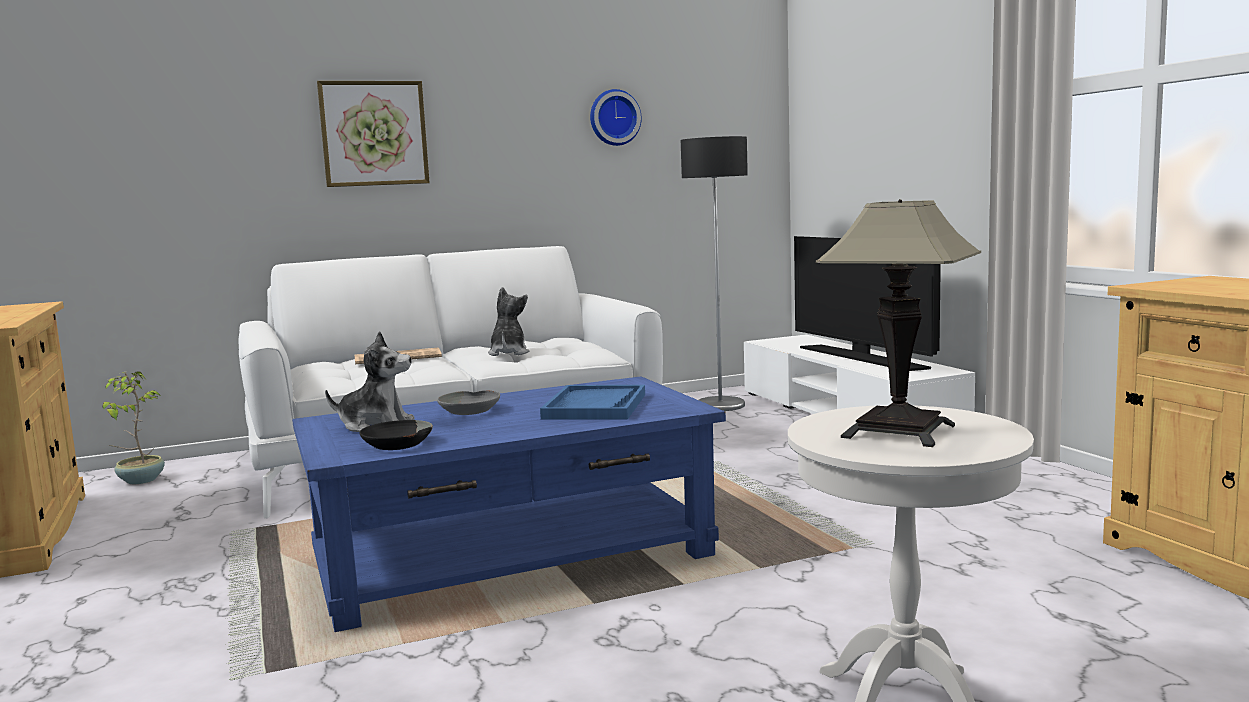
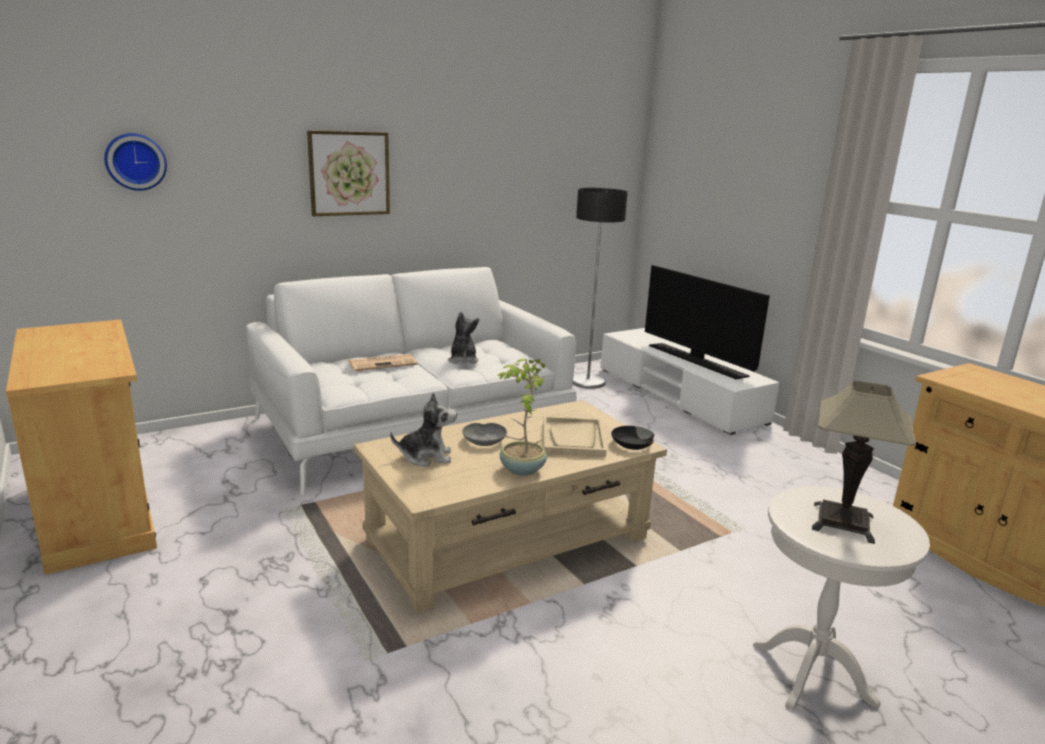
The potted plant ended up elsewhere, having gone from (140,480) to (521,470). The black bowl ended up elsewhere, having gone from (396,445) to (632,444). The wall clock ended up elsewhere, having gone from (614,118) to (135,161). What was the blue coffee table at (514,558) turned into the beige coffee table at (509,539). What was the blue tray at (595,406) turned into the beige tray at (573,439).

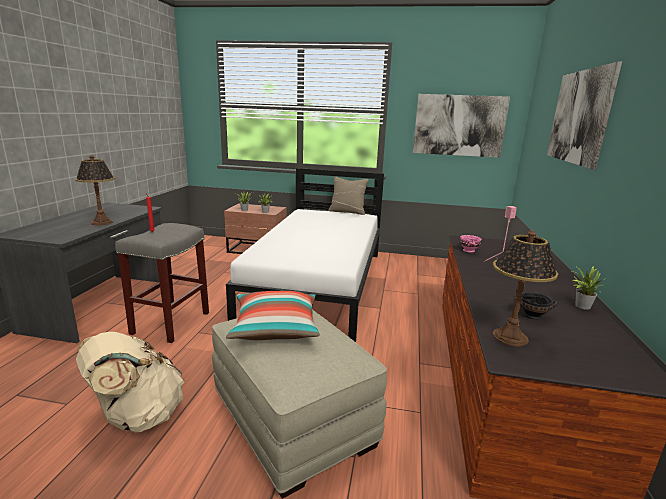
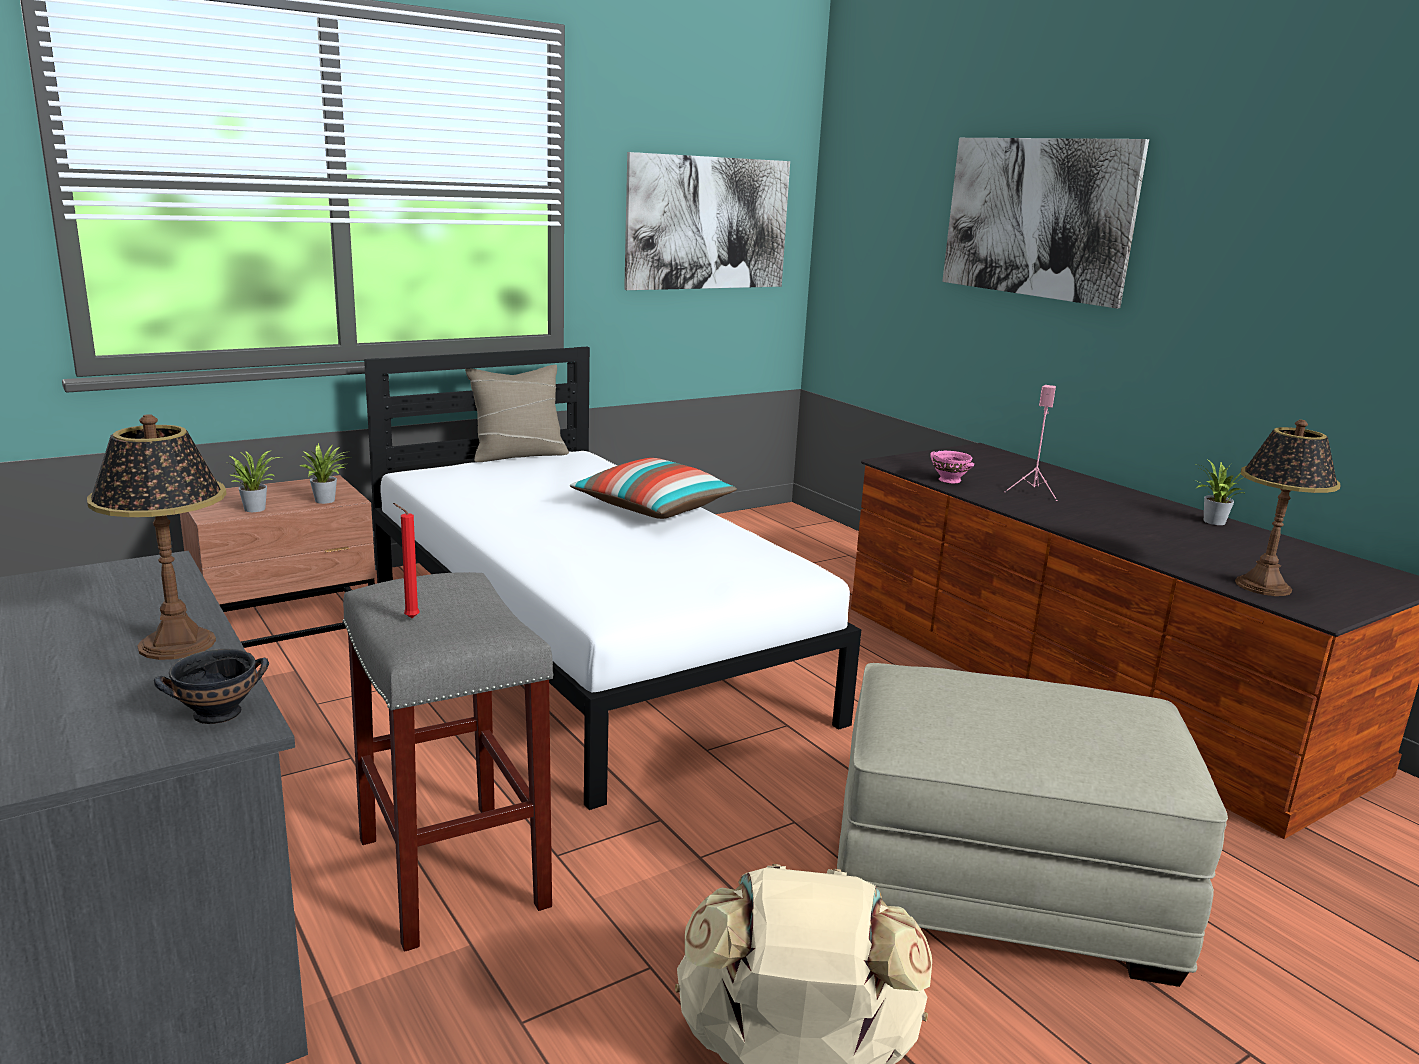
The pillow ended up elsewhere, having gone from (275,328) to (654,509). The black bowl ended up elsewhere, having gone from (531,315) to (215,713).

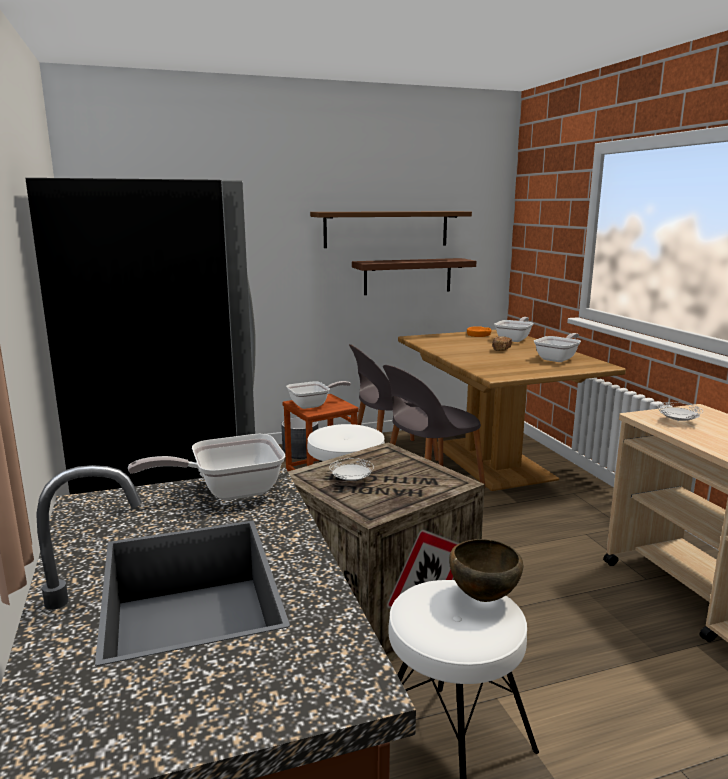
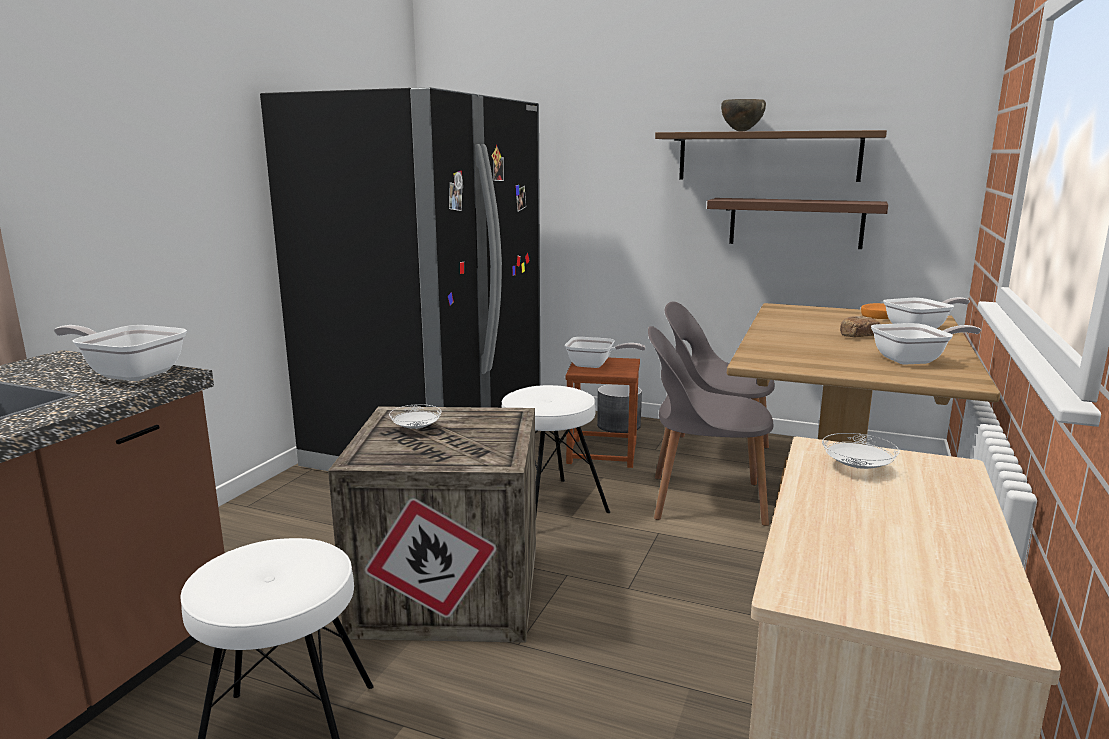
The brown bowl ended up elsewhere, having gone from (482,598) to (741,131).

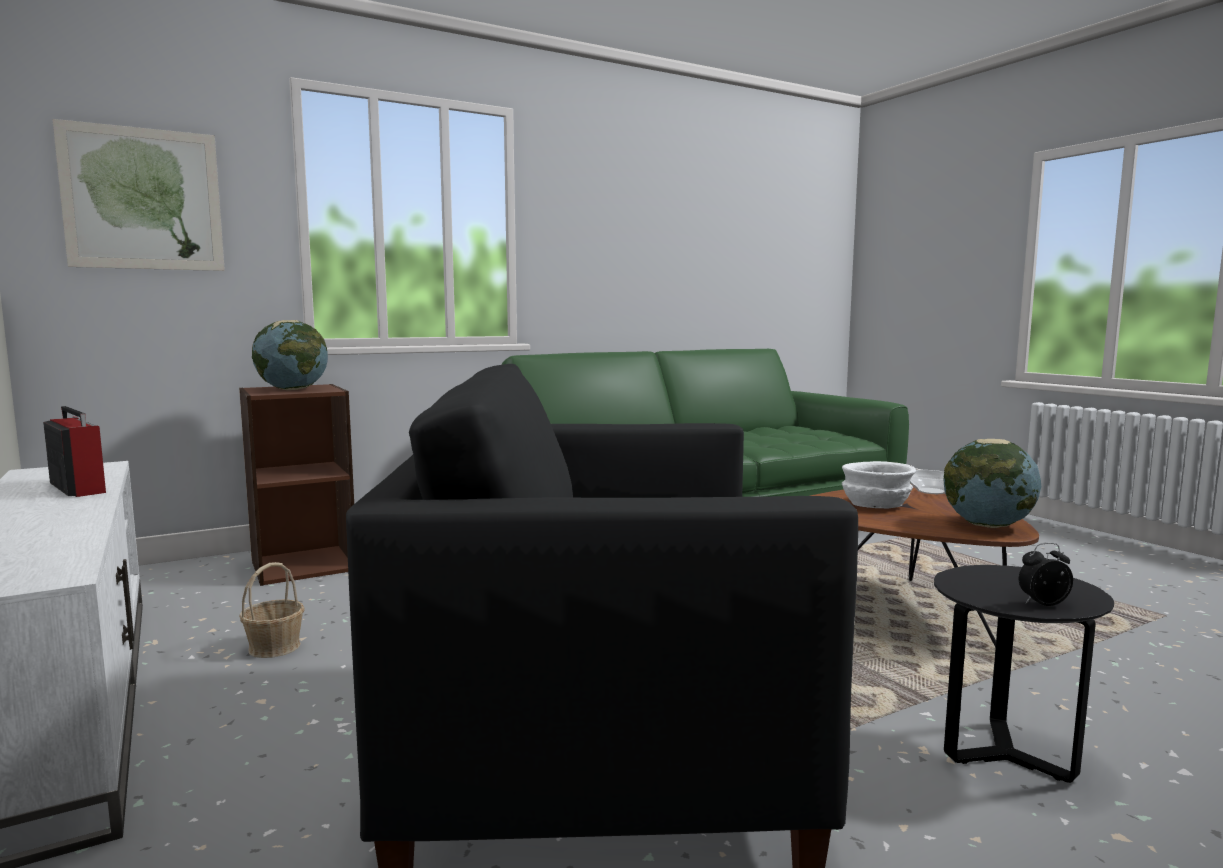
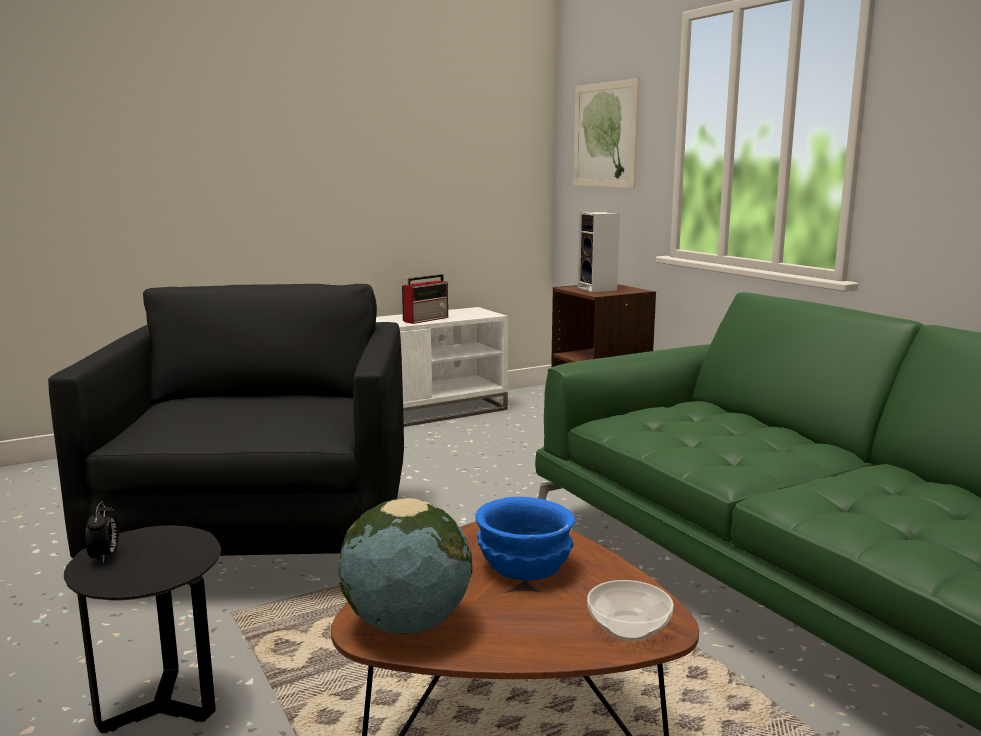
The second view lost the basket at (275,647). Where the globe stood at (293,389), the speaker came to stand at (598,289). What was the white bowl at (875,505) turned into the blue bowl at (523,565).

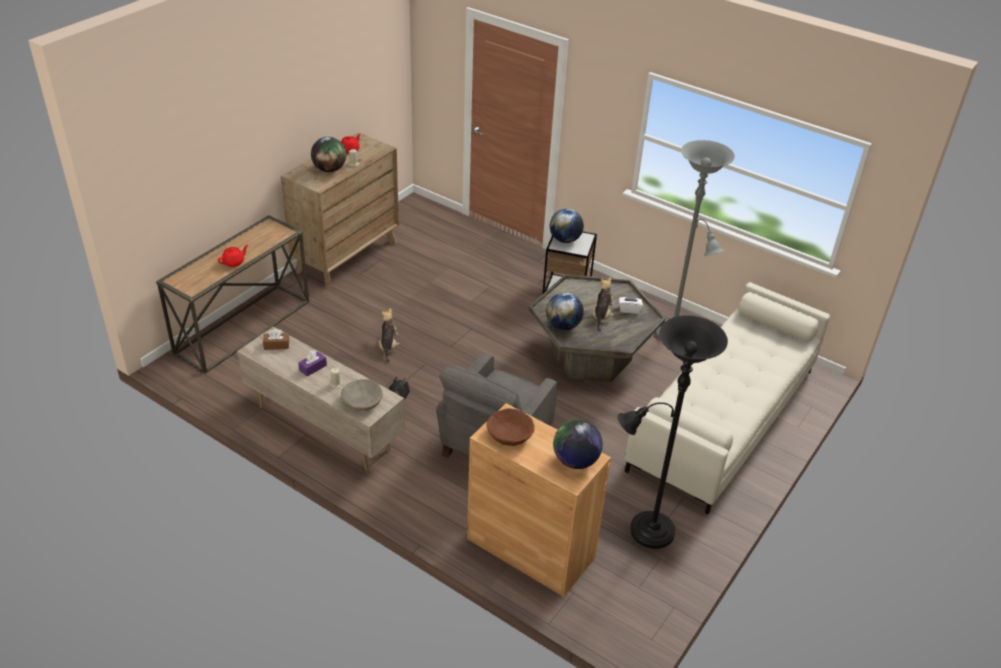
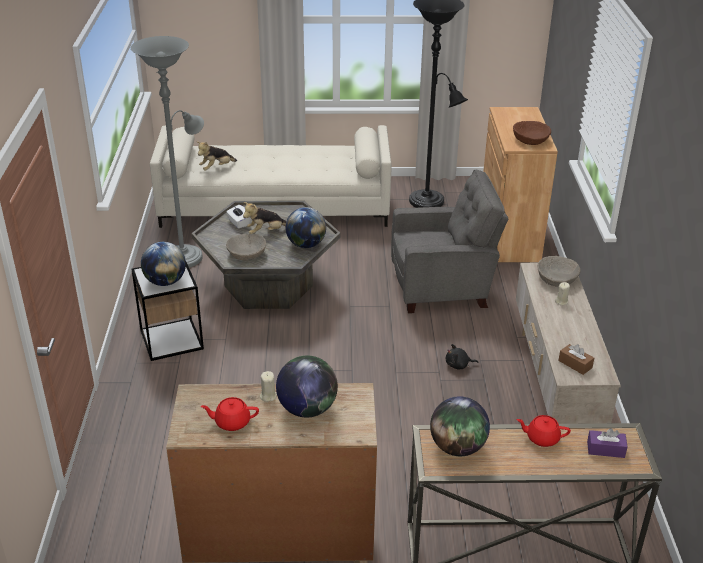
The second view gained the beige bowl at (246,254). The purple tissue box ended up elsewhere, having gone from (313,367) to (605,449). The plush toy ended up elsewhere, having gone from (388,346) to (216,168). The globe ended up elsewhere, having gone from (575,461) to (457,447).

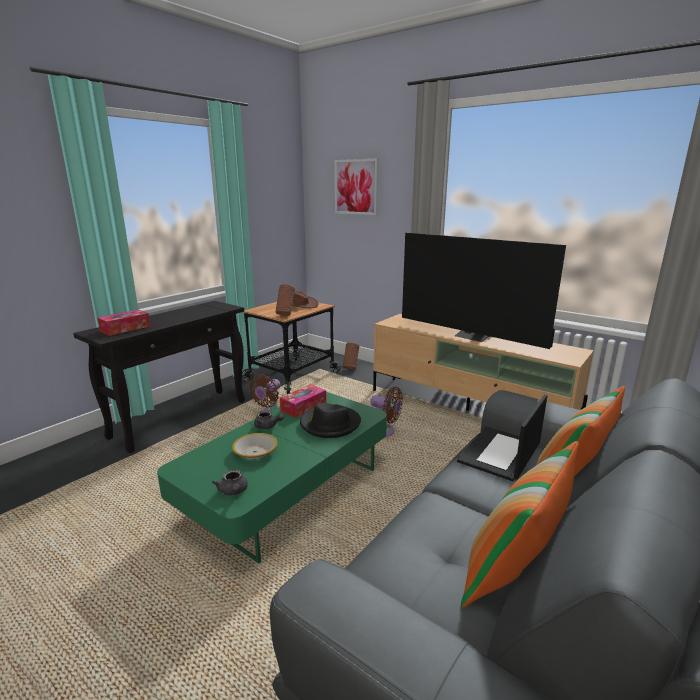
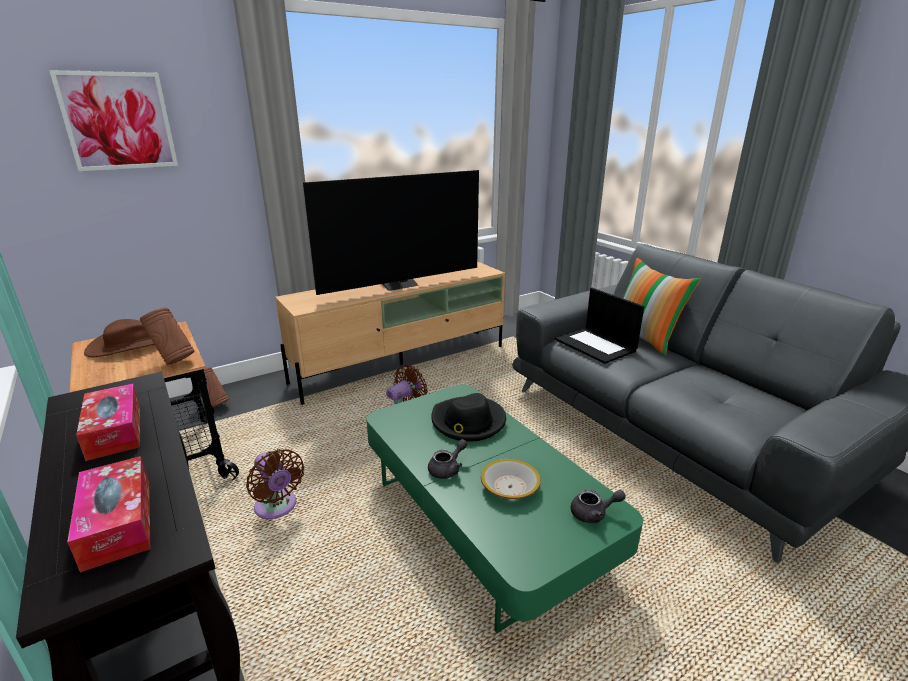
The second view lost the pillow at (512,573). The tissue box ended up elsewhere, having gone from (303,406) to (115,431).

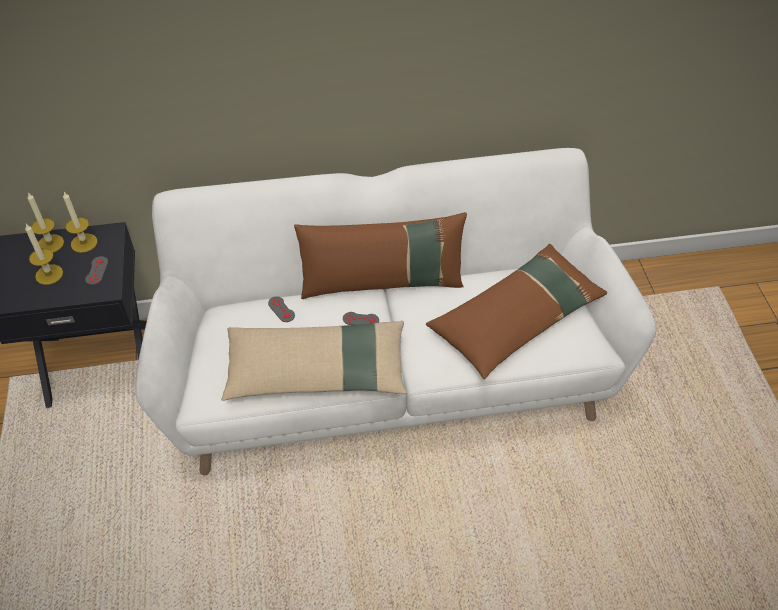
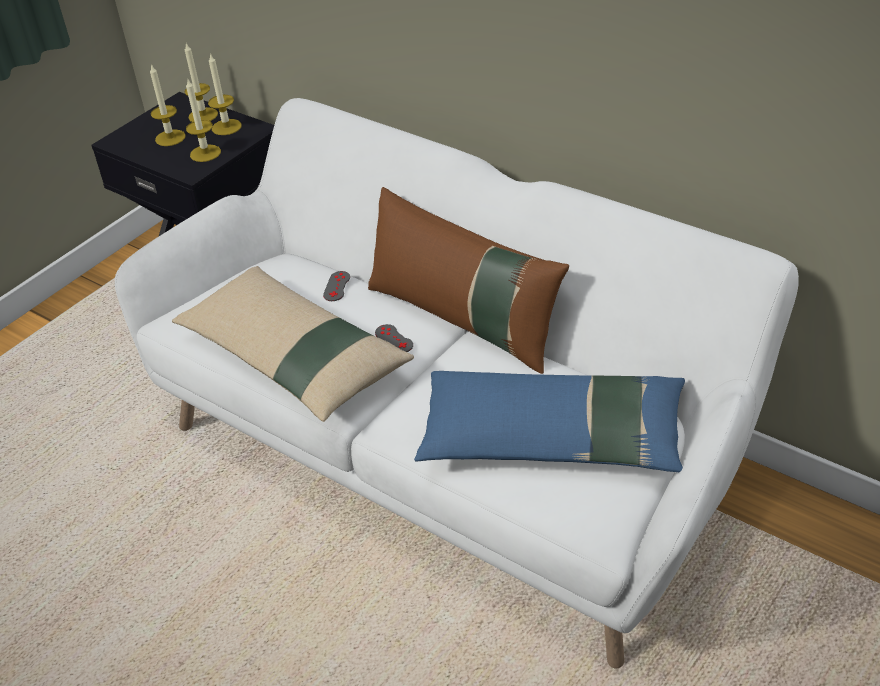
Where the grey game controller stood at (97,270), the candle came to stand at (205,153). What was the brown pillow at (517,319) turned into the blue pillow at (553,439).

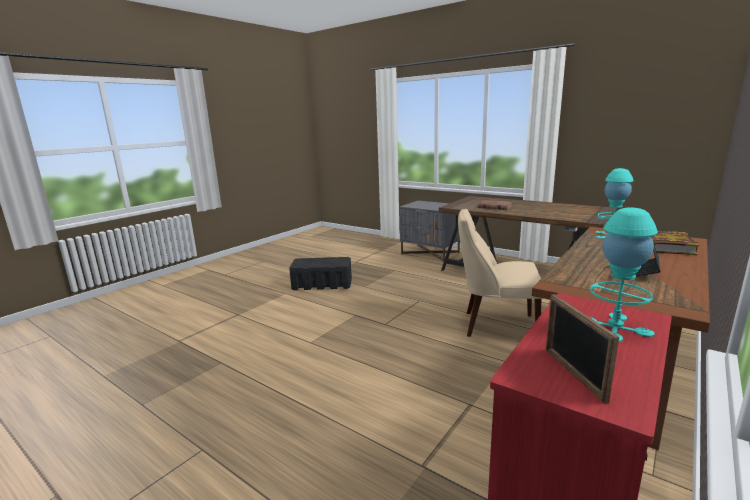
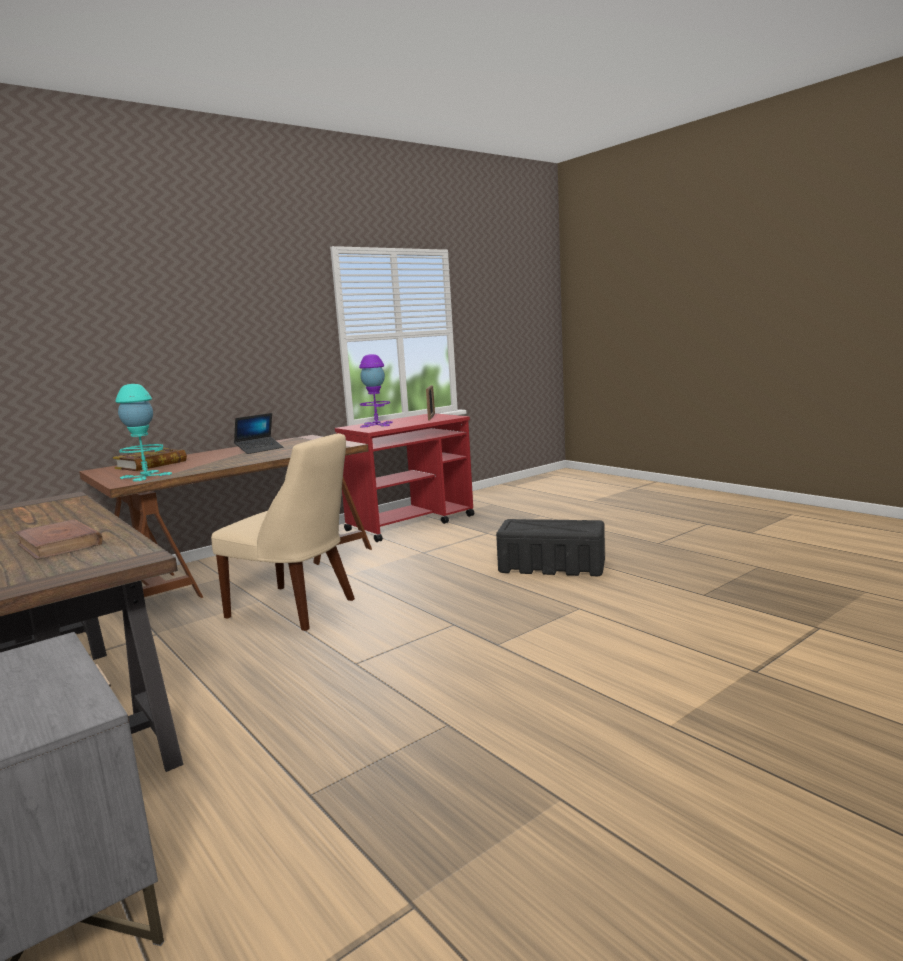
The black storage box ended up elsewhere, having gone from (322,284) to (551,566). What was the turquoise table lamp at (615,326) turned into the purple table lamp at (376,424).

